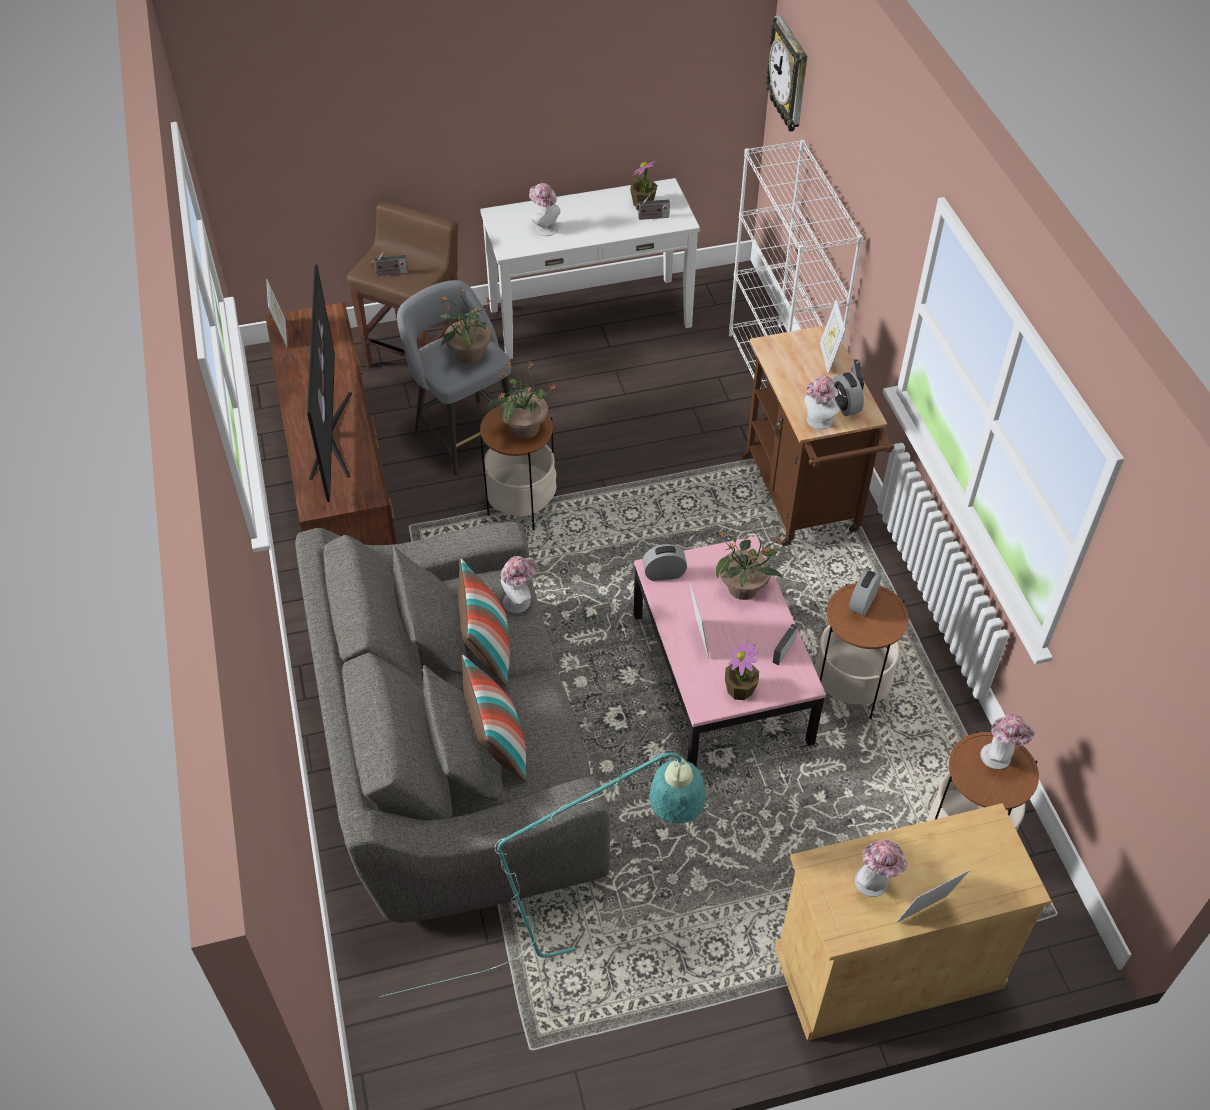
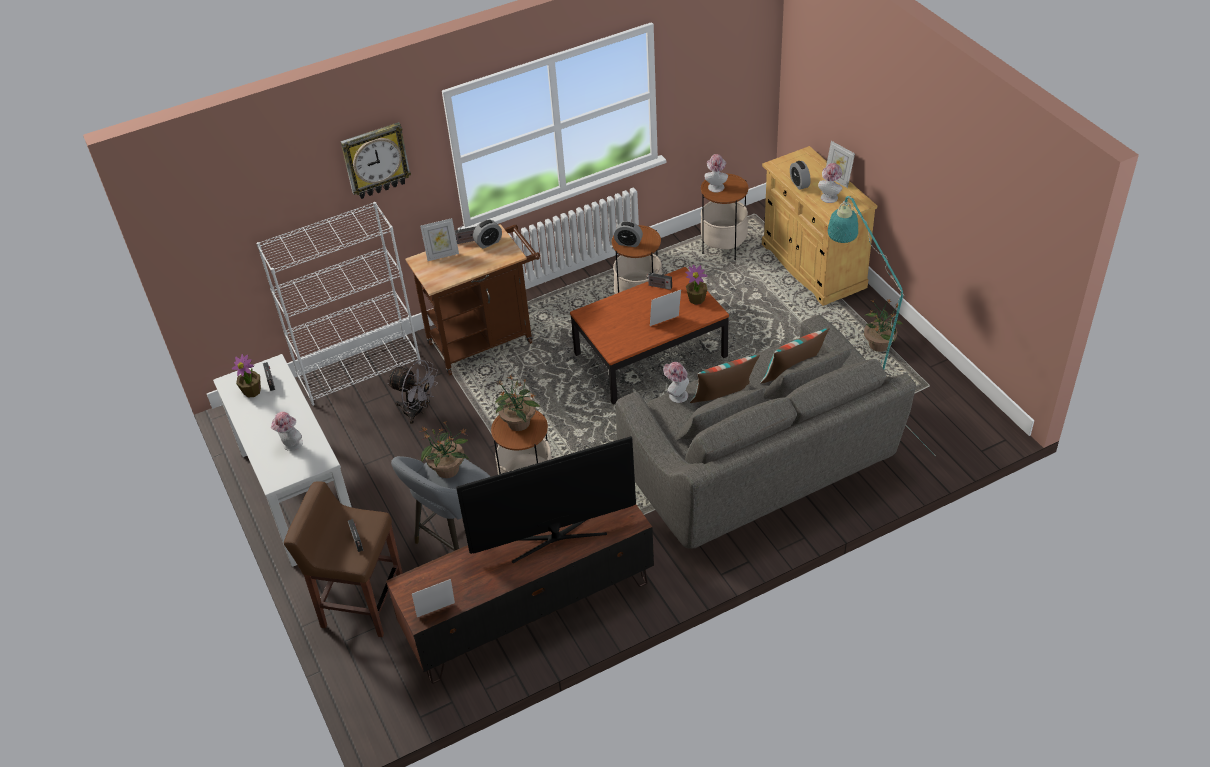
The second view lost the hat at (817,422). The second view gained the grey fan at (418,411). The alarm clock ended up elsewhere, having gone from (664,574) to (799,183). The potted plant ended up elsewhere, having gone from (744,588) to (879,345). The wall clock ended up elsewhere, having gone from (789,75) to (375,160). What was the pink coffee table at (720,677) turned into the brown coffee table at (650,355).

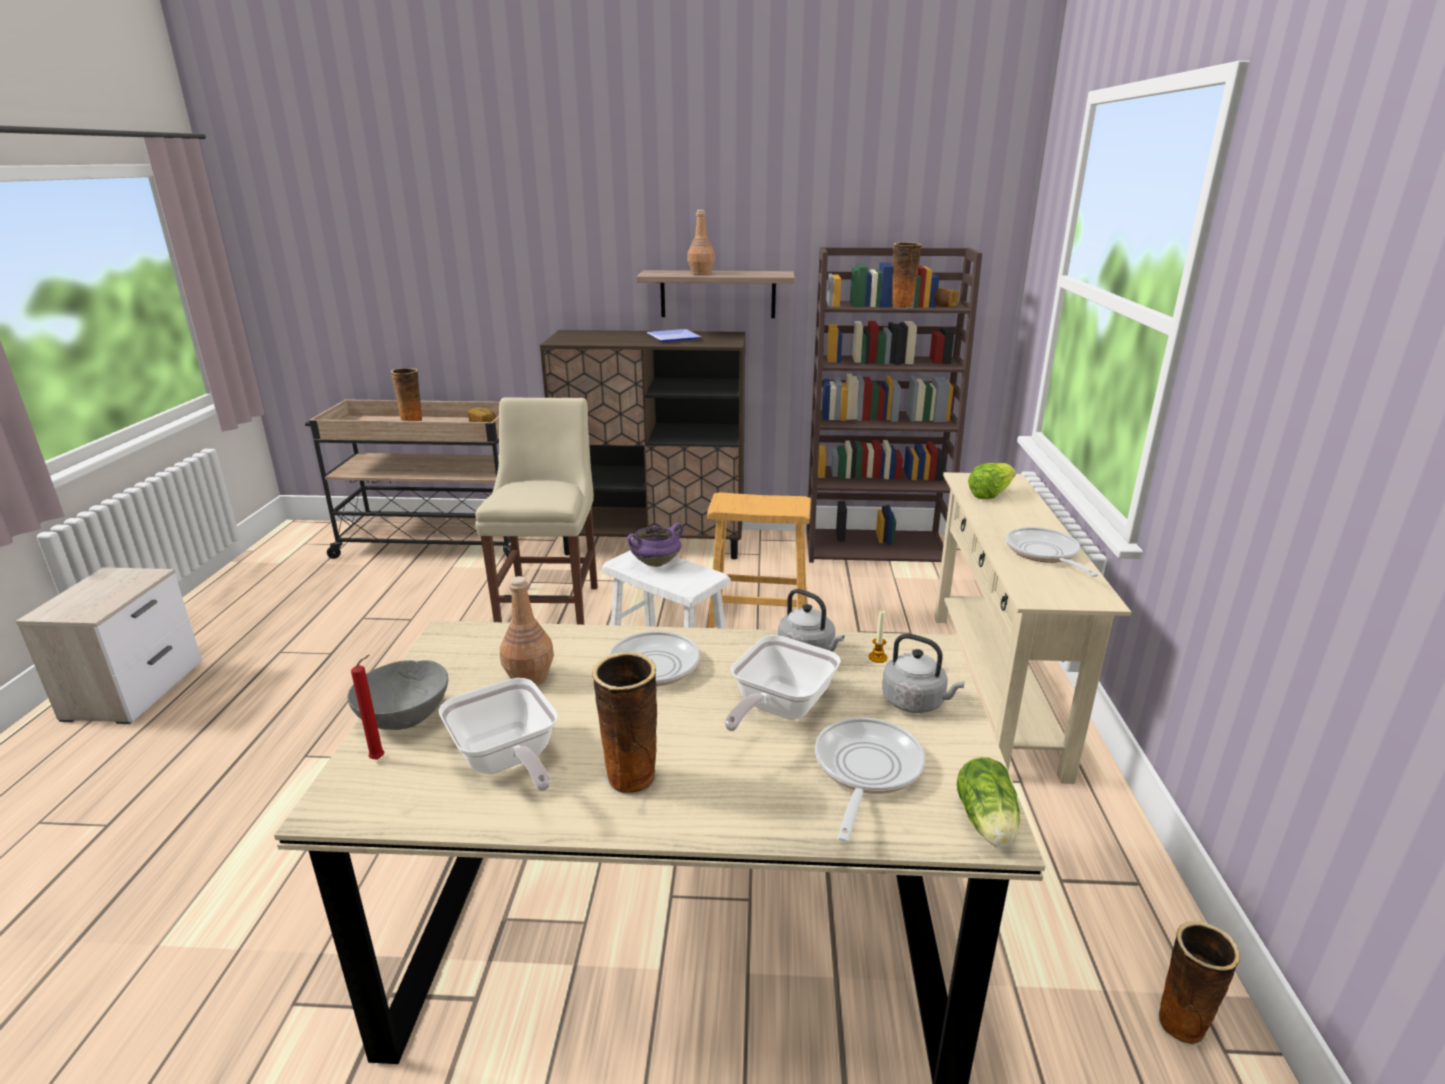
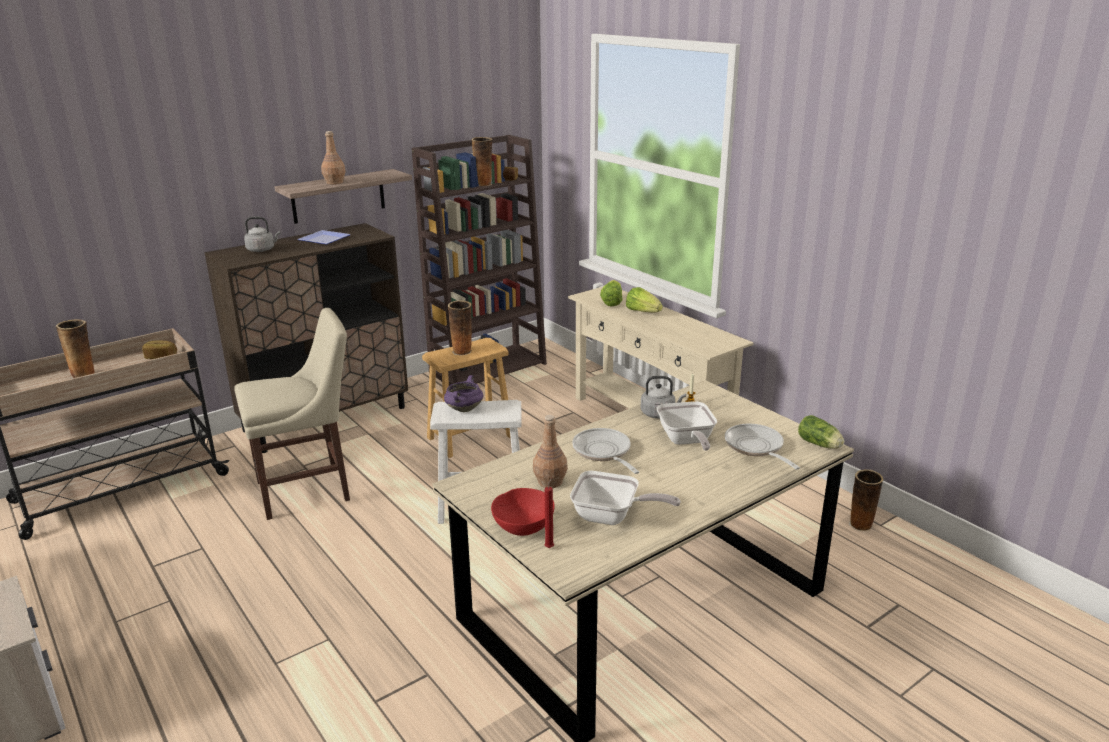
The second view lost the frying pan at (1044,554). The second view gained the lettuce at (642,312). The vase ended up elsewhere, having gone from (630,780) to (462,351). The grey kettle ended up elsewhere, having gone from (916,702) to (262,250). What was the grey bowl at (404,717) turned into the red bowl at (523,527). The beige chair at (551,604) ended up facing another way, 105 degrees clockwise from before.

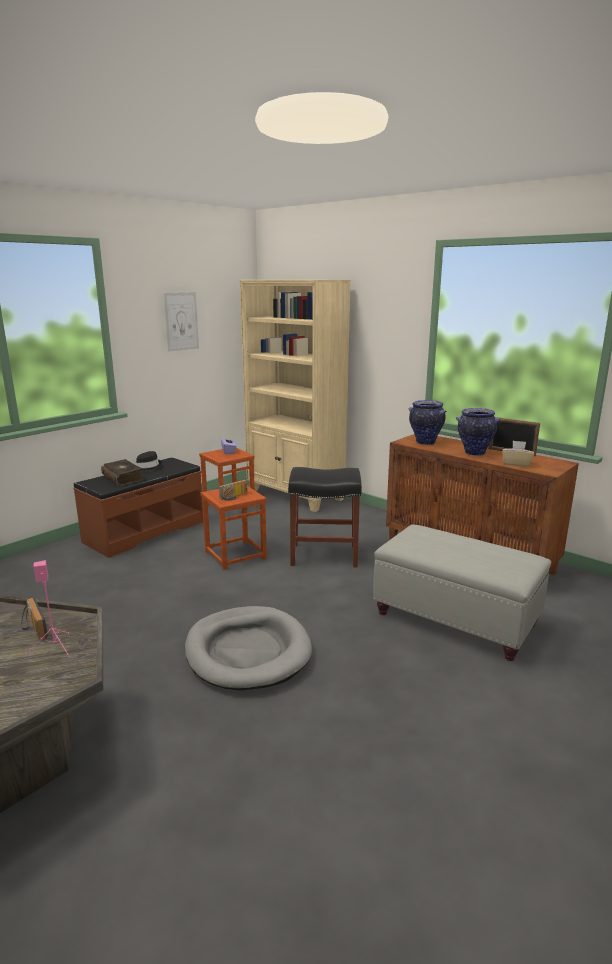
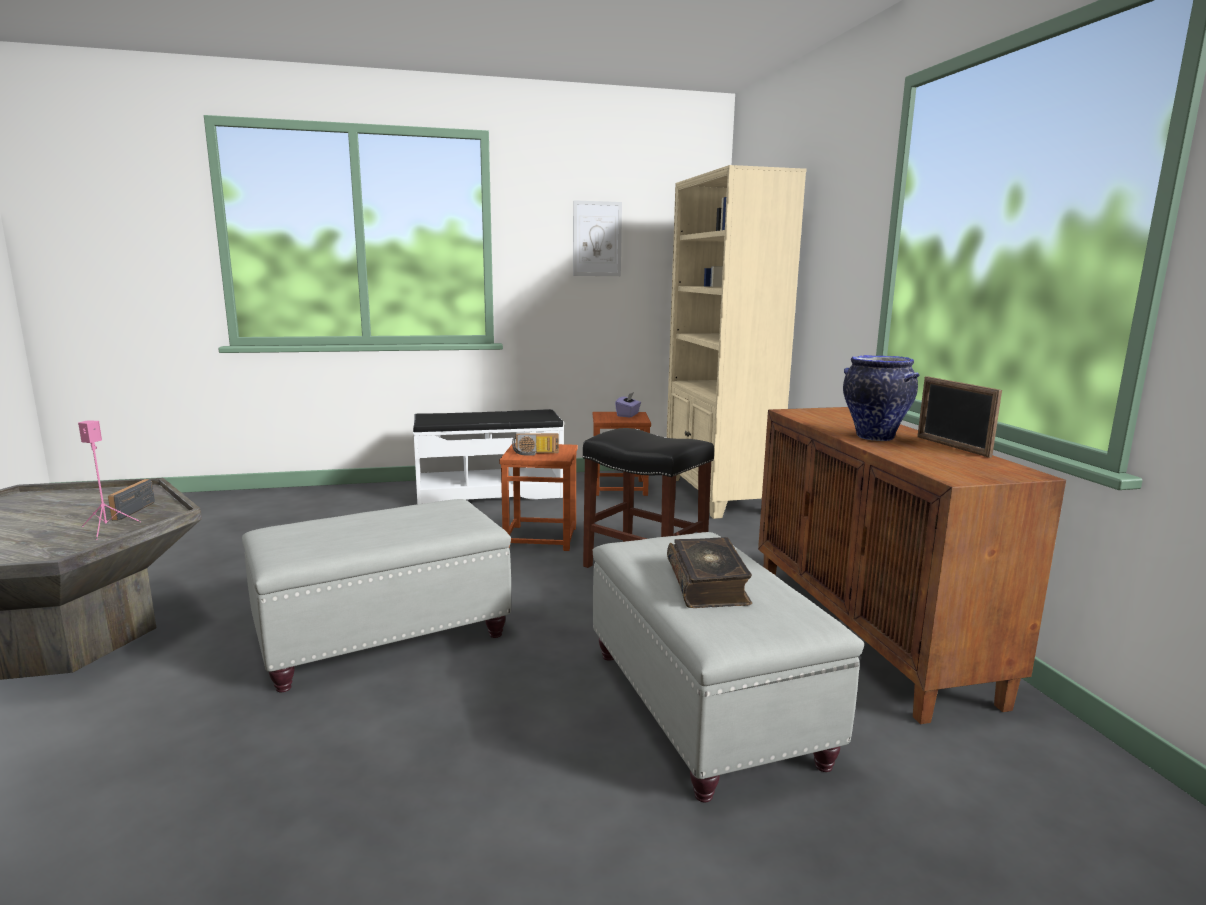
The second view lost the black hat at (147,468). The second view lost the vase at (425,442). The second view lost the beige tissue box at (516,464). The book ended up elsewhere, having gone from (123,478) to (708,584). Where the grey dog bed stood at (247,651), the grey ottoman came to stand at (385,636). What was the brown bench at (144,531) turned into the white bench at (489,492).

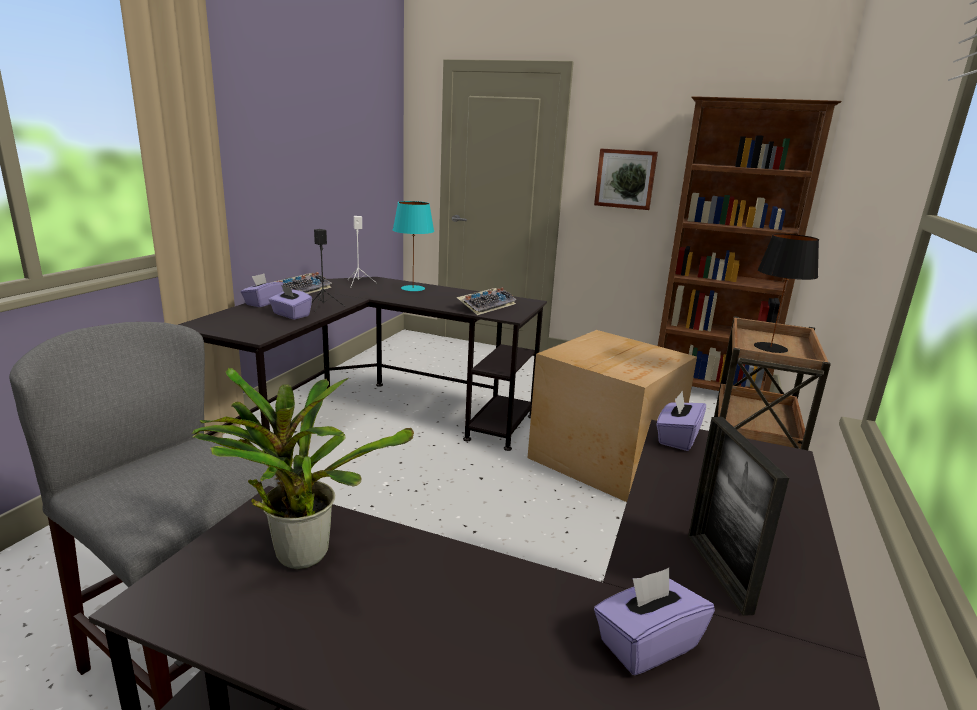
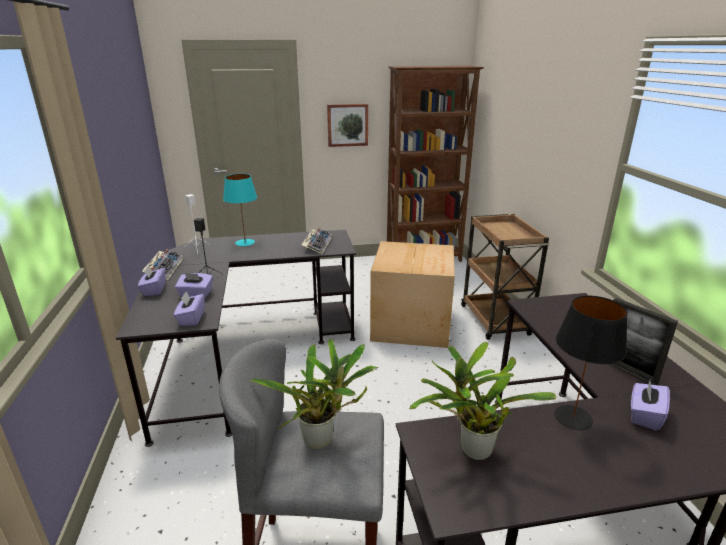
The second view gained the potted plant at (322,440). The purple tissue box ended up elsewhere, having gone from (677,438) to (191,318). The black table lamp ended up elsewhere, having gone from (770,348) to (573,418).

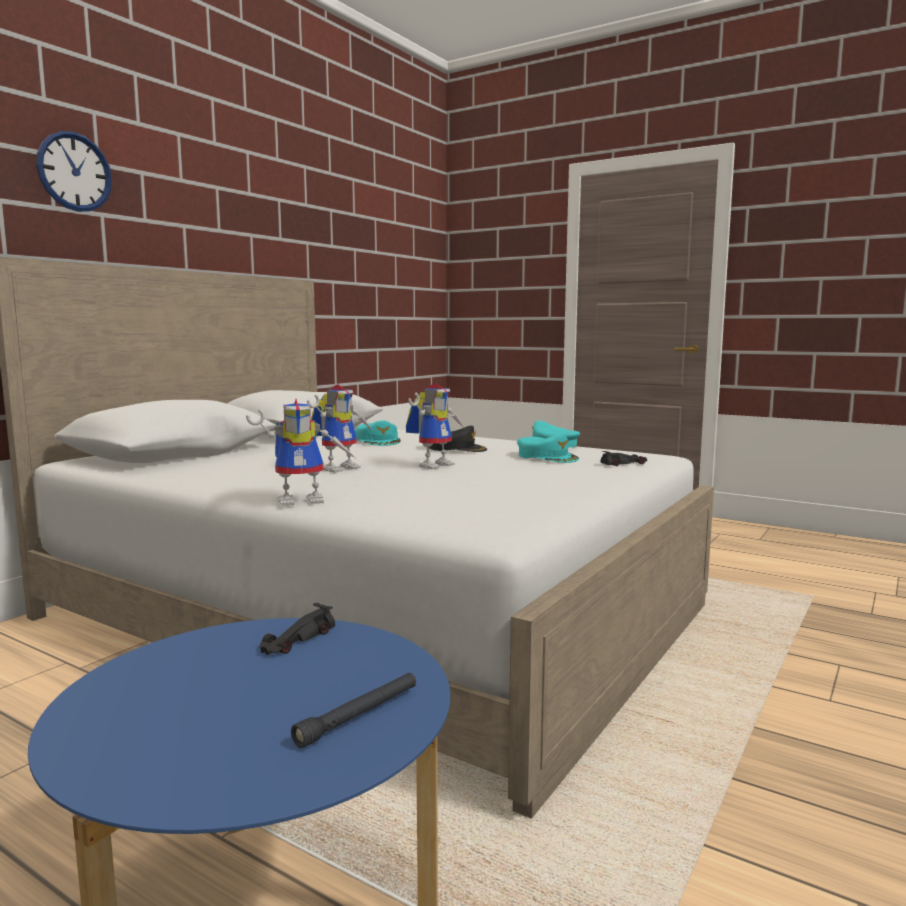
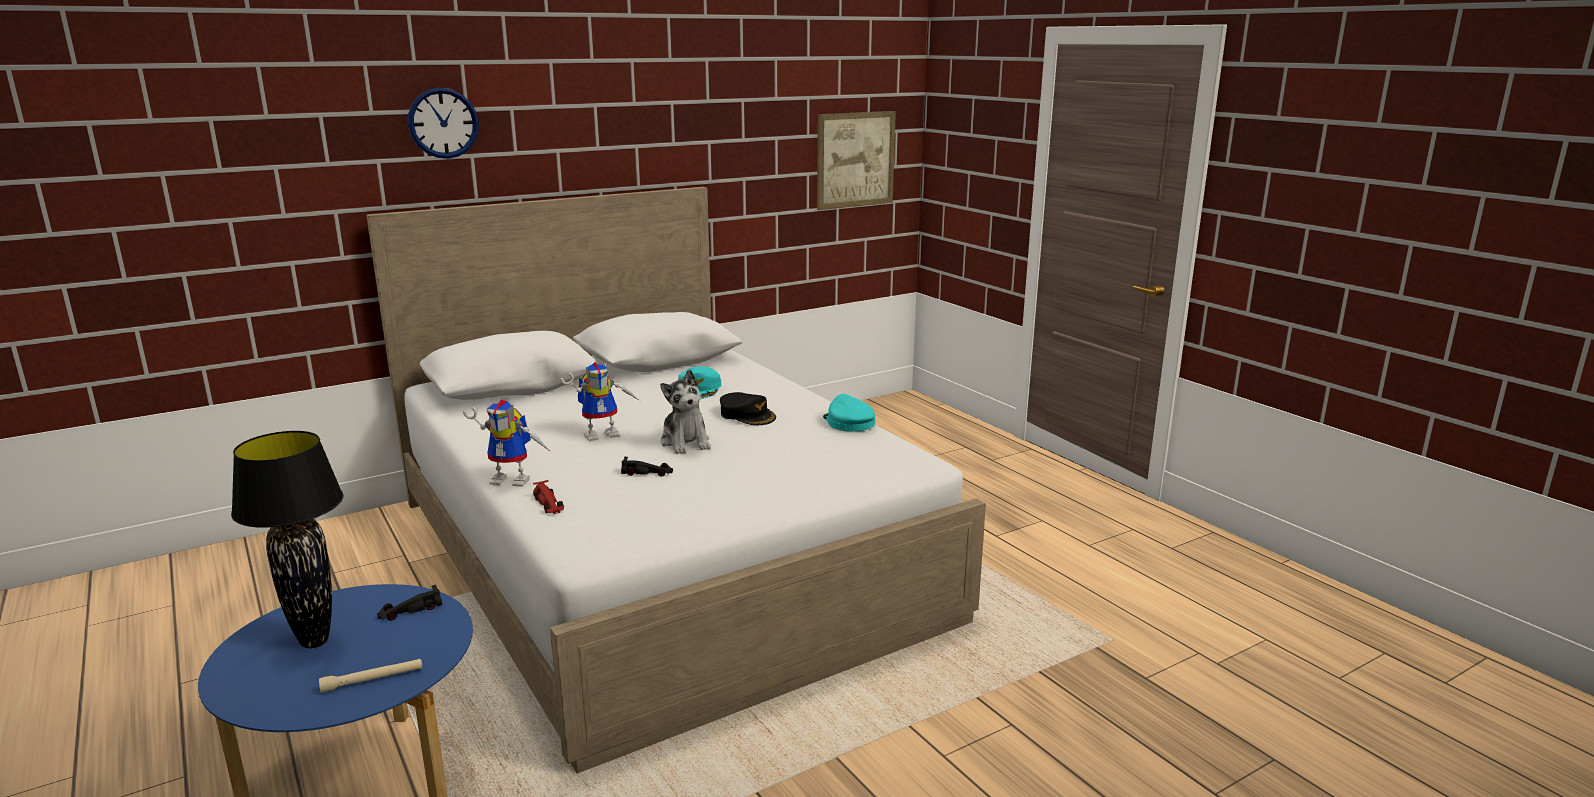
The second view lost the turquoise cap at (547,457). The second view gained the black table lamp at (314,641). The second view gained the red toy car at (549,504). The second view gained the picture at (855,159). The black toy car ended up elsewhere, having gone from (625,463) to (647,472). Where the toy robot stood at (434,465), the plush toy came to stand at (686,442). What was the black flashlight at (359,716) turned into the beige flashlight at (372,680).

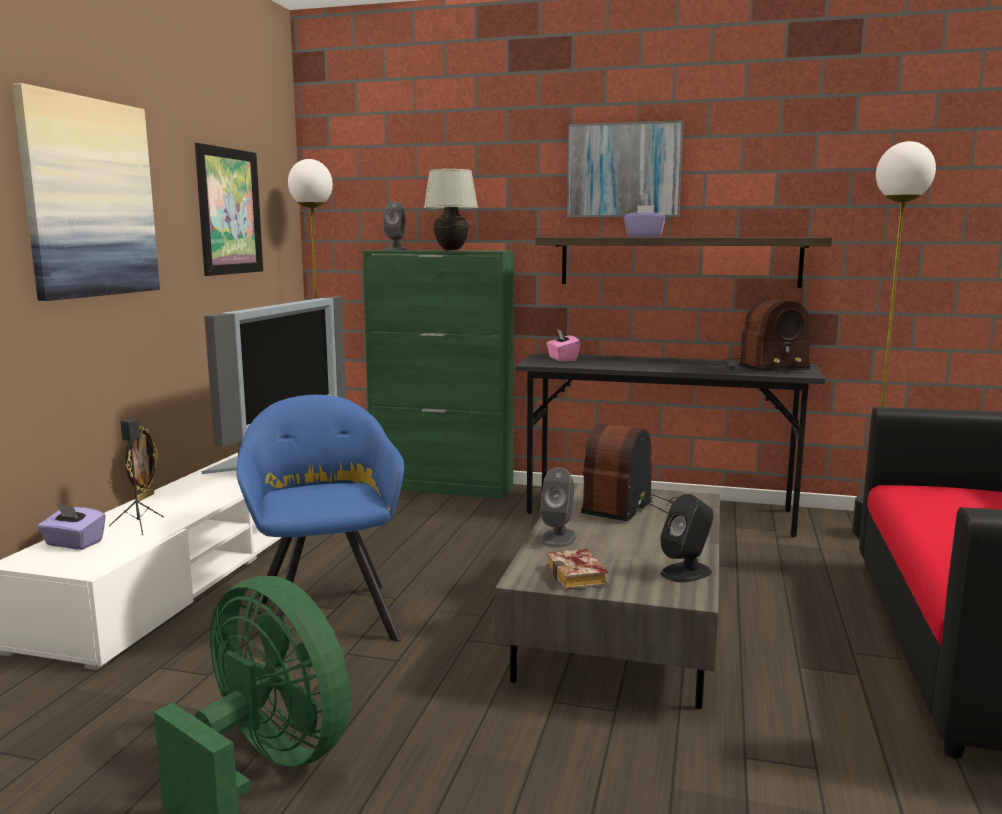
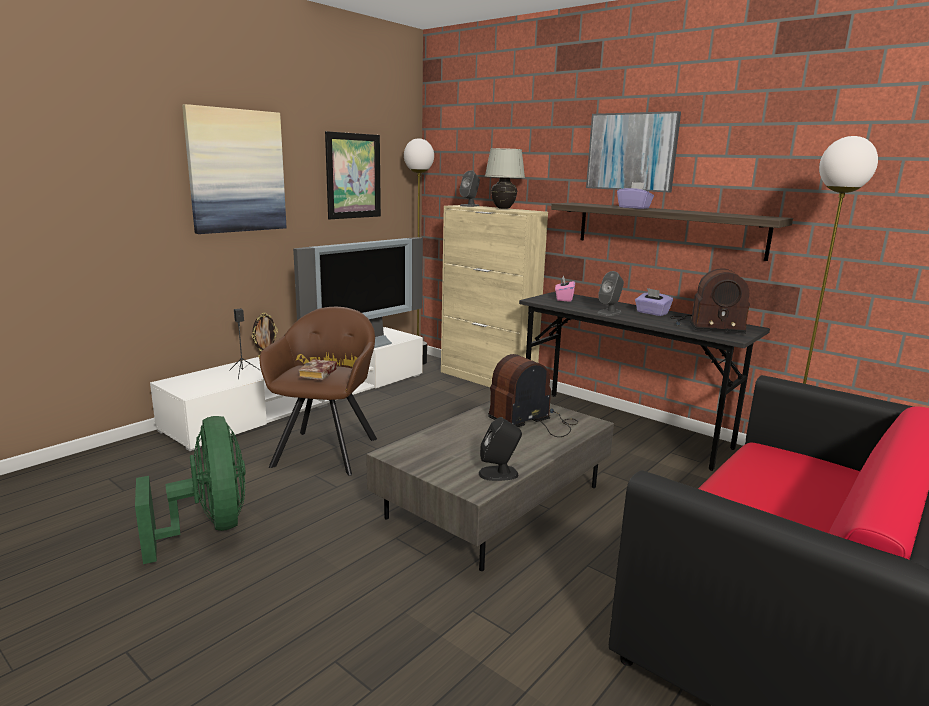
The purple tissue box ended up elsewhere, having gone from (74,543) to (652,313). The grey speaker ended up elsewhere, having gone from (558,538) to (609,312). The book ended up elsewhere, having gone from (579,577) to (318,374). What was the blue armchair at (326,615) turned into the brown armchair at (328,449). What was the green cabinet at (442,487) turned into the beige cabinet at (487,380).

